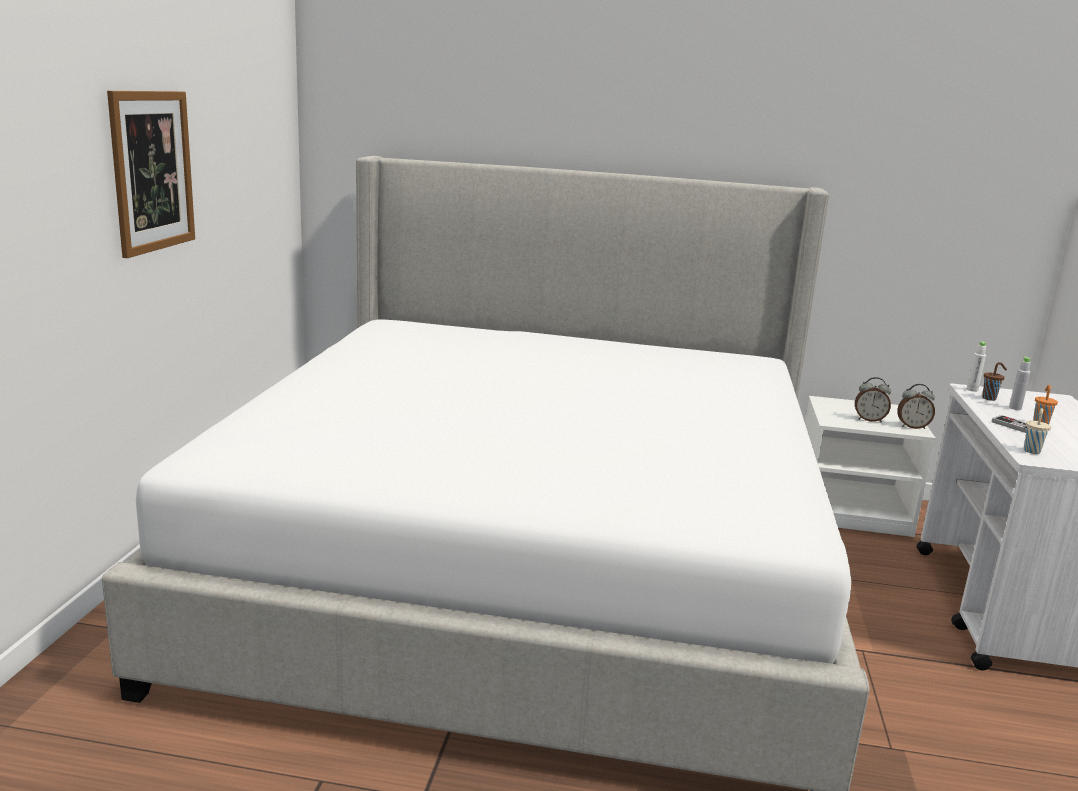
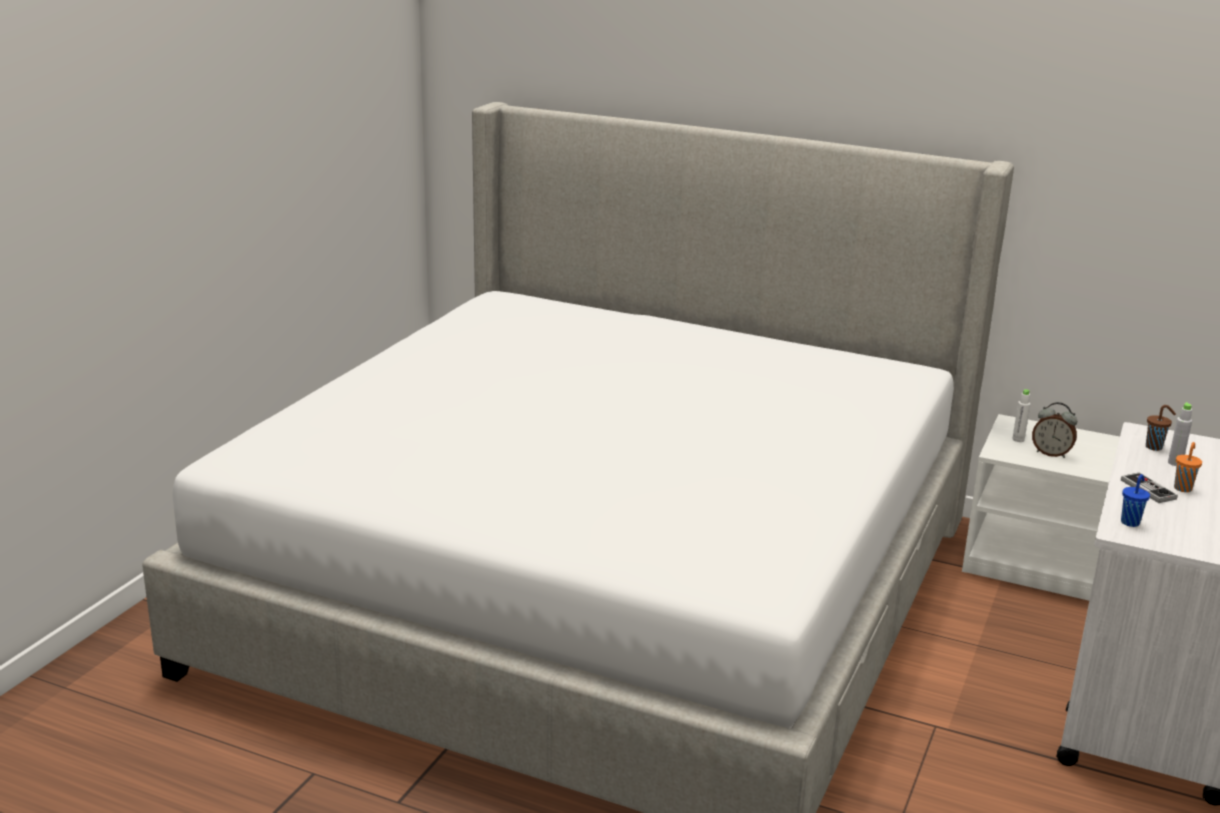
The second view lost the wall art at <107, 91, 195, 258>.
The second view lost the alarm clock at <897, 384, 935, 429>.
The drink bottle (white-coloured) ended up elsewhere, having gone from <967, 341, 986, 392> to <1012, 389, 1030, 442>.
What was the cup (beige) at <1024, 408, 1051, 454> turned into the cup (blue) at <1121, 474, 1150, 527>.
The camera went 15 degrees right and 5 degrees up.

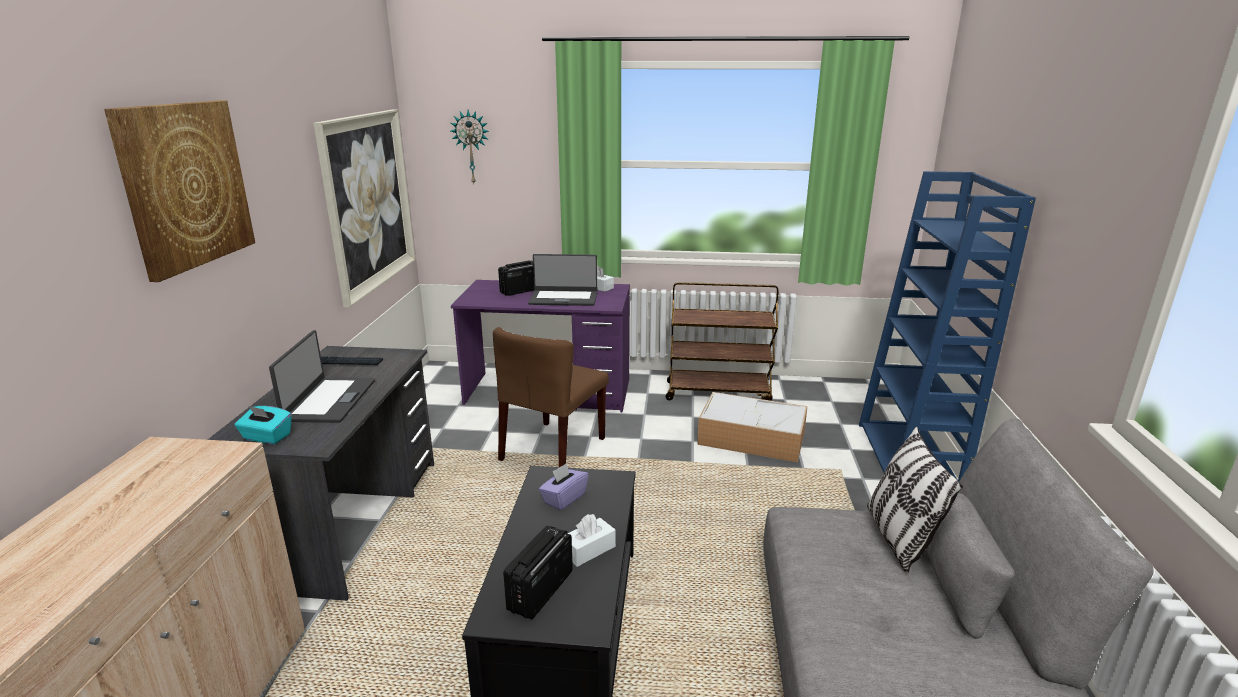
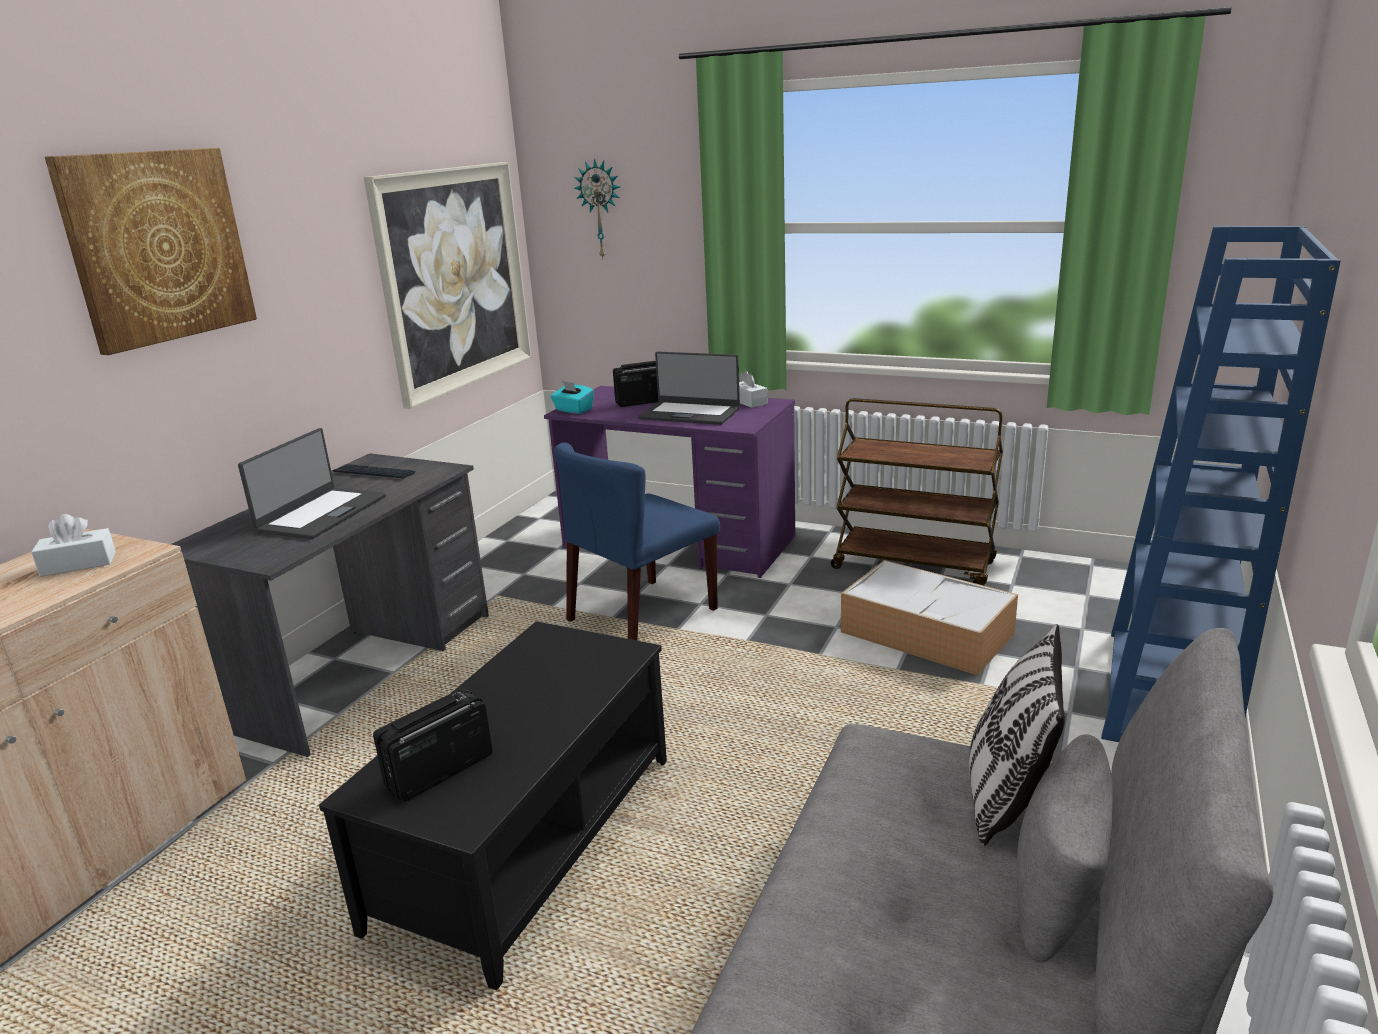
The box of tissues (turquoise-coloured) ended up elsewhere, having gone from <235, 406, 292, 444> to <551, 381, 594, 414>.
What was the chair (brown) at <493, 327, 609, 467> turned into the chair (blue) at <554, 442, 720, 640>.
The second view lost the box of tissues (purple) at <539, 463, 589, 510>.
The box of tissues (white-coloured) ended up elsewhere, having gone from <567, 514, 616, 567> to <31, 514, 116, 577>.
The camera went 20 degrees right and 0 degrees up.

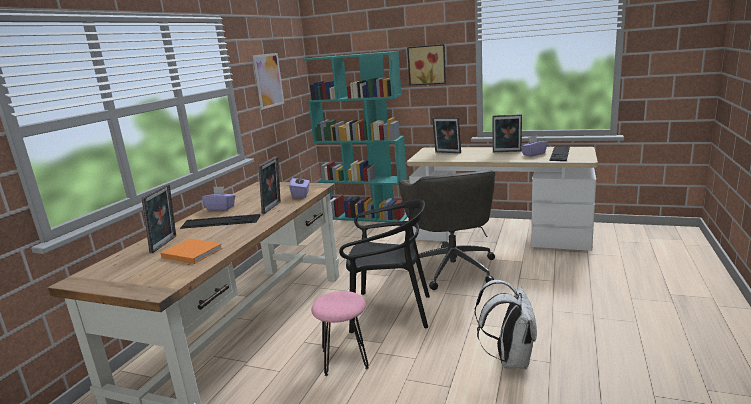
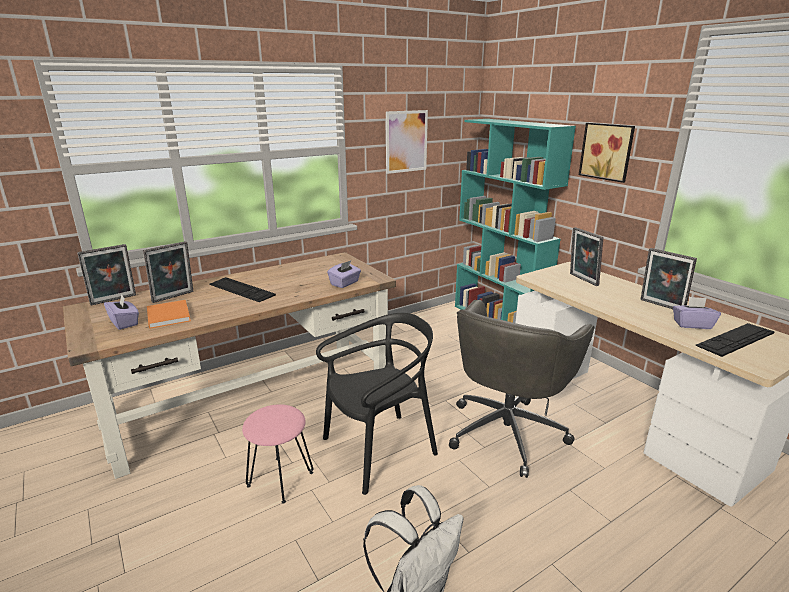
The box of tissues (purple) ended up elsewhere, having gone from <202, 186, 235, 211> to <104, 293, 139, 330>.
The picture frame ended up elsewhere, having gone from <258, 157, 281, 214> to <77, 244, 136, 305>.
The chair (black) at <339, 200, 430, 333> ended up facing another way, 75 degrees counterclockwise from before.
The camera went 35 degrees right and 5 degrees up.

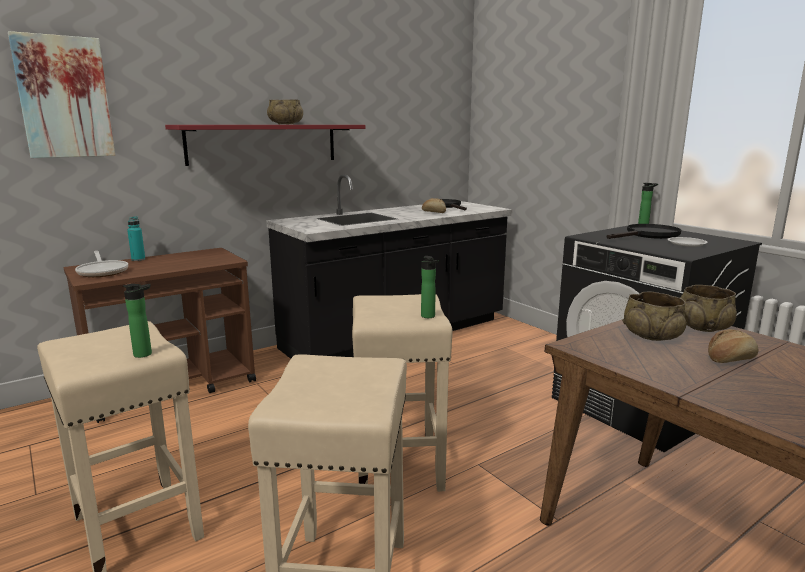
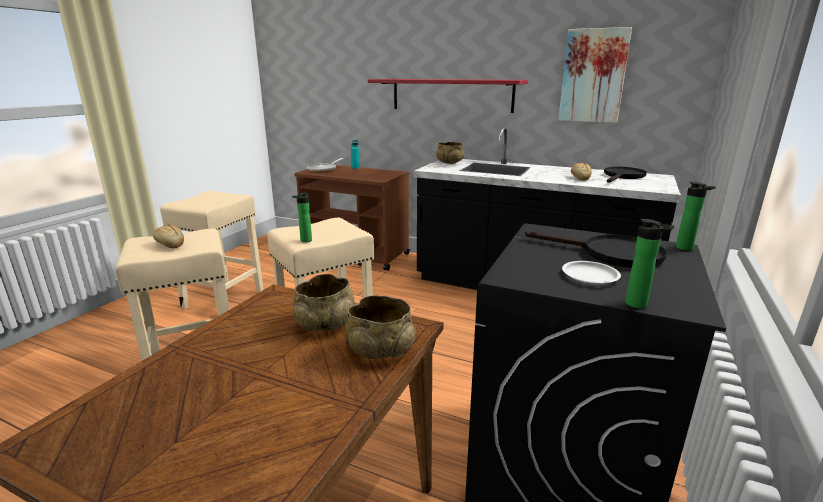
The wall art ended up elsewhere, having gone from <8, 31, 115, 158> to <558, 27, 632, 123>.
The drink bottle ended up elsewhere, having gone from <123, 284, 152, 358> to <625, 219, 674, 309>.
The serving bowl (beige) ended up elsewhere, having gone from <267, 99, 303, 124> to <436, 142, 464, 164>.
The bread ended up elsewhere, having gone from <708, 329, 759, 363> to <153, 224, 184, 249>.
The camera went 60 degrees right and 5 degrees up.

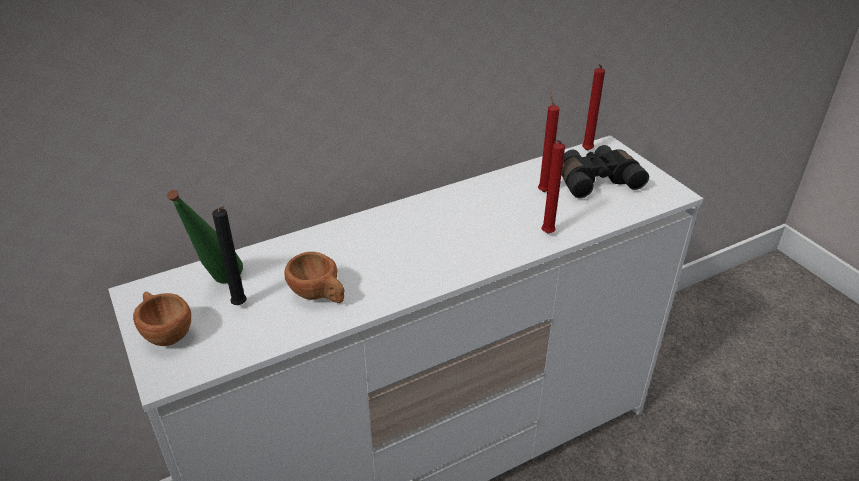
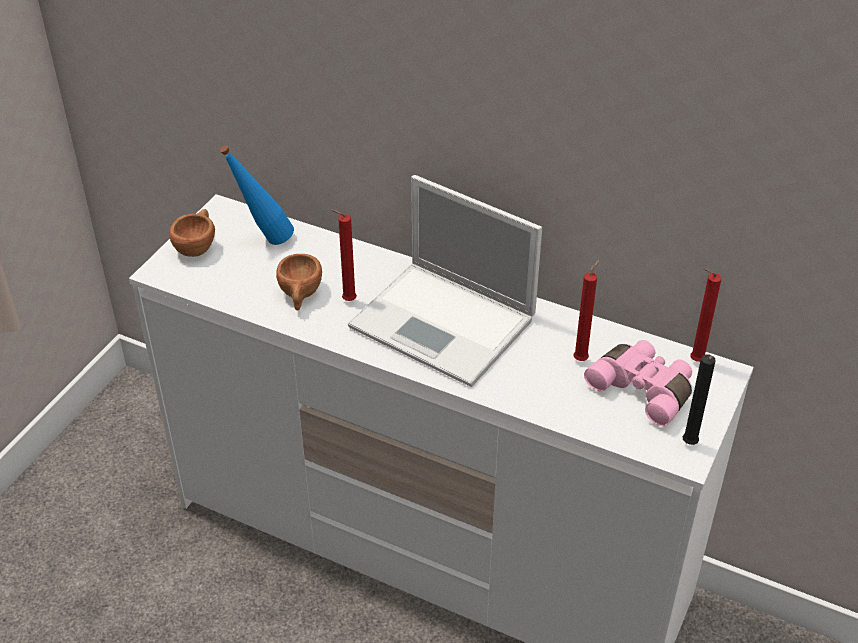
What was the drink bottle (greenish) at <167, 190, 243, 284> turned into the drink bottle (blue) at <220, 145, 294, 245>.
The wax candle (black) ended up elsewhere, having gone from <212, 206, 247, 305> to <683, 354, 716, 445>.
The wax candle (red) ended up elsewhere, having gone from <541, 140, 565, 233> to <331, 209, 357, 301>.
What was the pair of binoculars (black) at <561, 145, 649, 198> turned into the pair of binoculars (pink-coloured) at <584, 340, 692, 427>.
The second view gained the notebook computer at <348, 175, 542, 387>.
The camera went 55 degrees right and 5 degrees up.

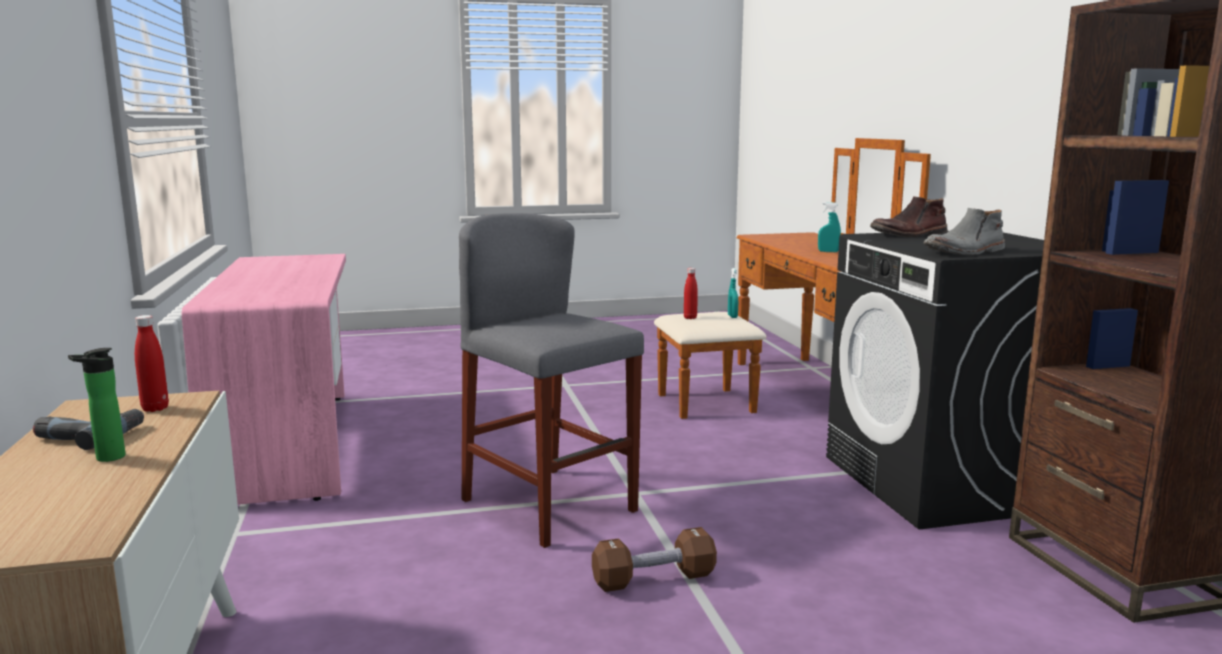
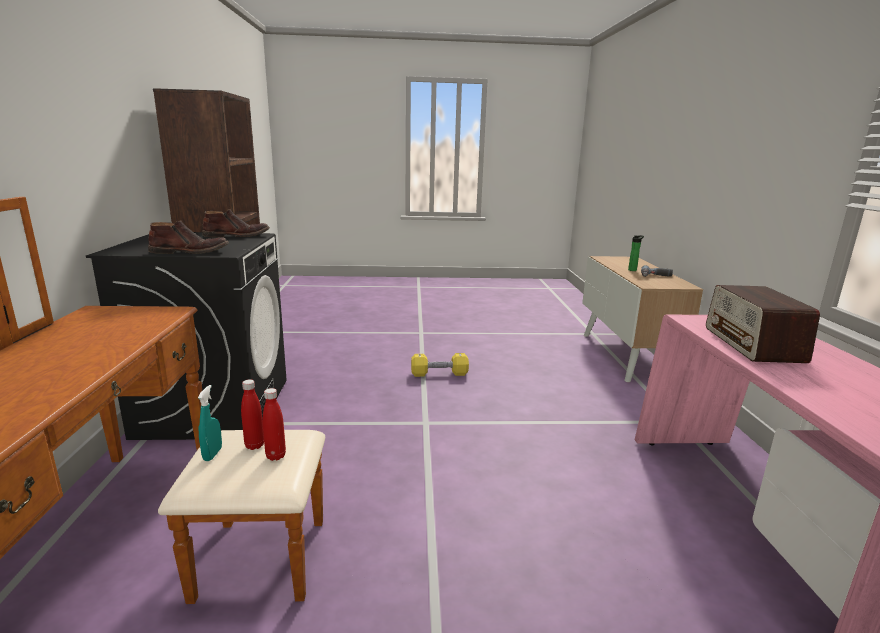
The drink bottle (red) ended up elsewhere, having gone from <135, 315, 169, 412> to <241, 379, 264, 450>.
The second view lost the stool seat (greyish) at <459, 213, 644, 548>.
What was the dumbbell (brown) at <592, 527, 717, 592> turned into the dumbbell (yellow-coloured) at <411, 353, 469, 377>.
The second view lost the hand sprayer (turquoise-coloured) at <818, 202, 841, 252>.
What was the tall boot (greyish) at <924, 208, 1005, 255> turned into the tall boot (brown) at <202, 209, 270, 238>.
The second view gained the radio at <706, 285, 820, 363>.
The camera went 170 degrees left and 5 degrees up.

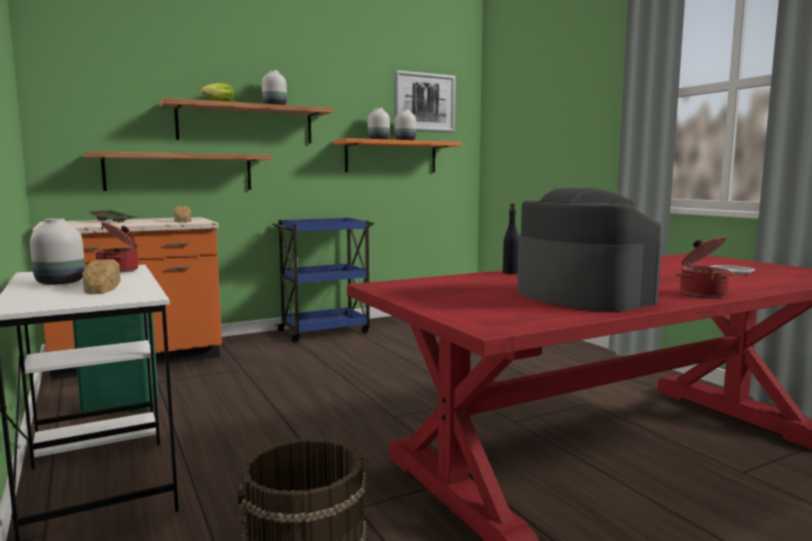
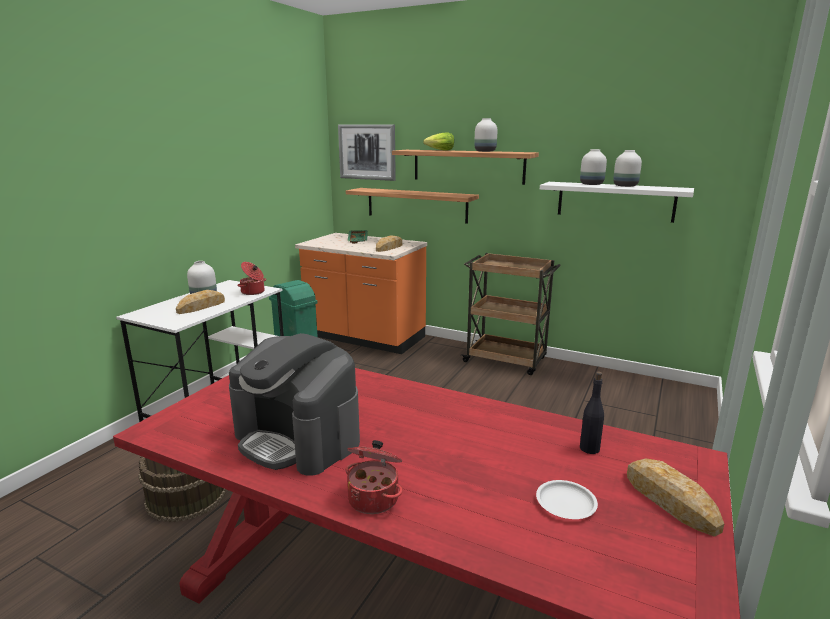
What was the trolley (blue) at <272, 218, 374, 343> turned into the trolley (brown) at <461, 253, 561, 375>.
What was the wall shelf (orange-coloured) at <334, 138, 461, 173> turned into the wall shelf (white-coloured) at <540, 182, 694, 223>.
The wall art ended up elsewhere, having gone from <394, 70, 455, 133> to <338, 124, 396, 181>.
The drink bottle (black) ended up elsewhere, having gone from <503, 203, 519, 274> to <580, 371, 604, 454>.
The coffee machine at <517, 188, 662, 311> ended up facing another way, 105 degrees clockwise from before.
The second view gained the bread at <627, 458, 724, 537>.
The camera went 55 degrees right and 10 degrees up.

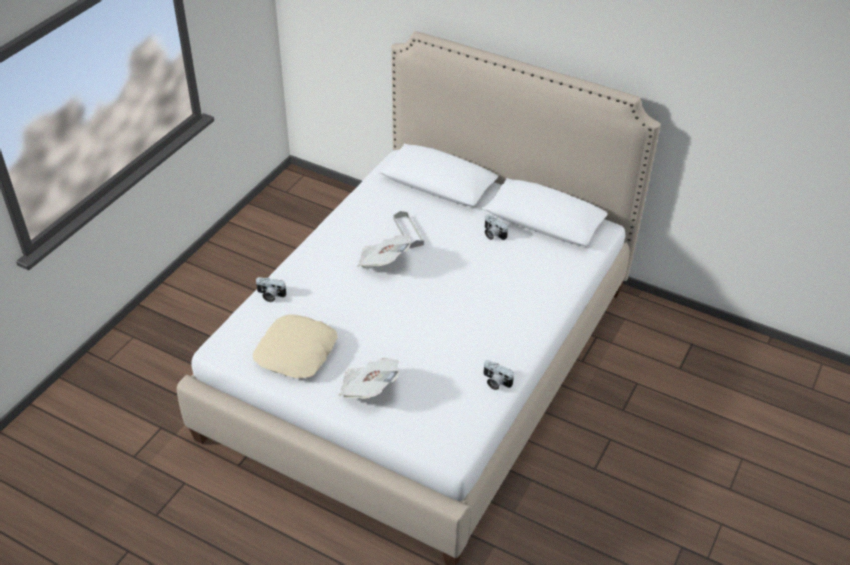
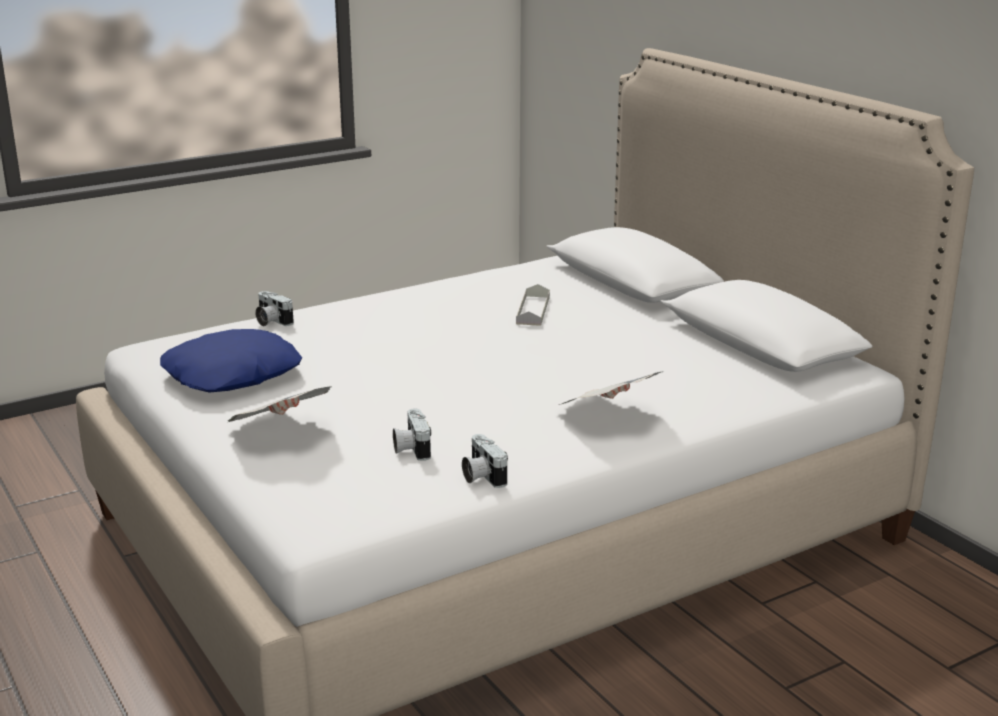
What was the throw pillow (beige) at <253, 314, 338, 378> turned into the throw pillow (blue) at <160, 329, 302, 392>.
The printed paper ended up elsewhere, having gone from <357, 235, 411, 267> to <559, 372, 661, 405>.
The photo camera ended up elsewhere, having gone from <485, 215, 508, 240> to <393, 408, 431, 461>.
The camera went 30 degrees right and 20 degrees down.

